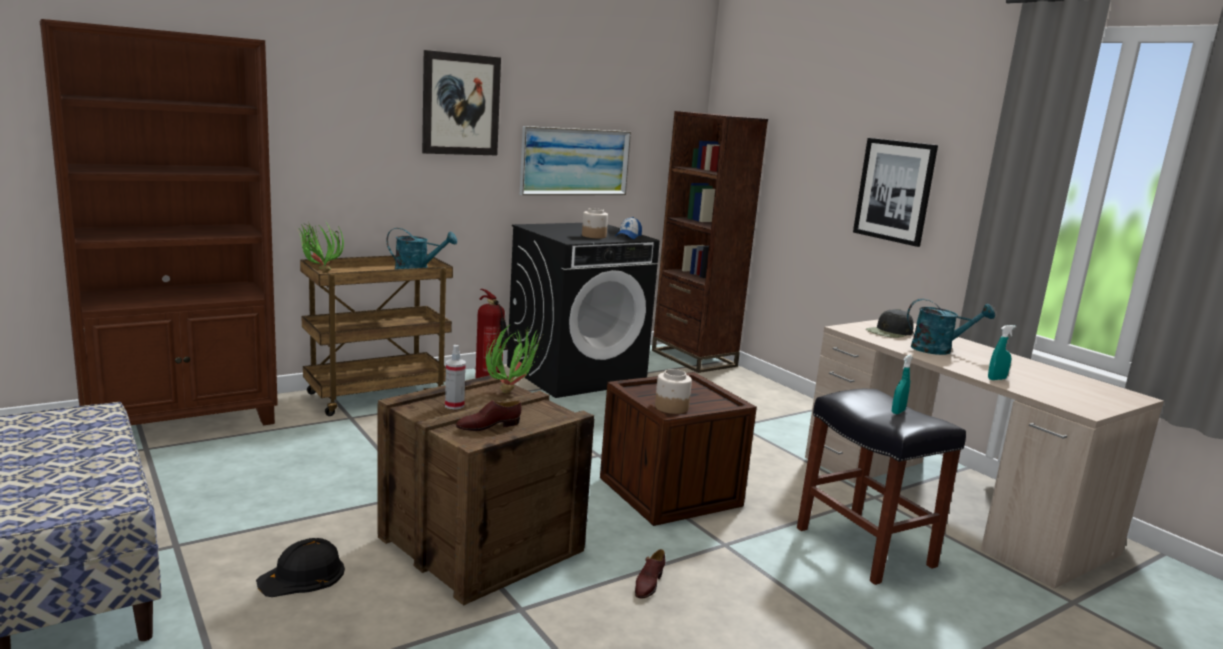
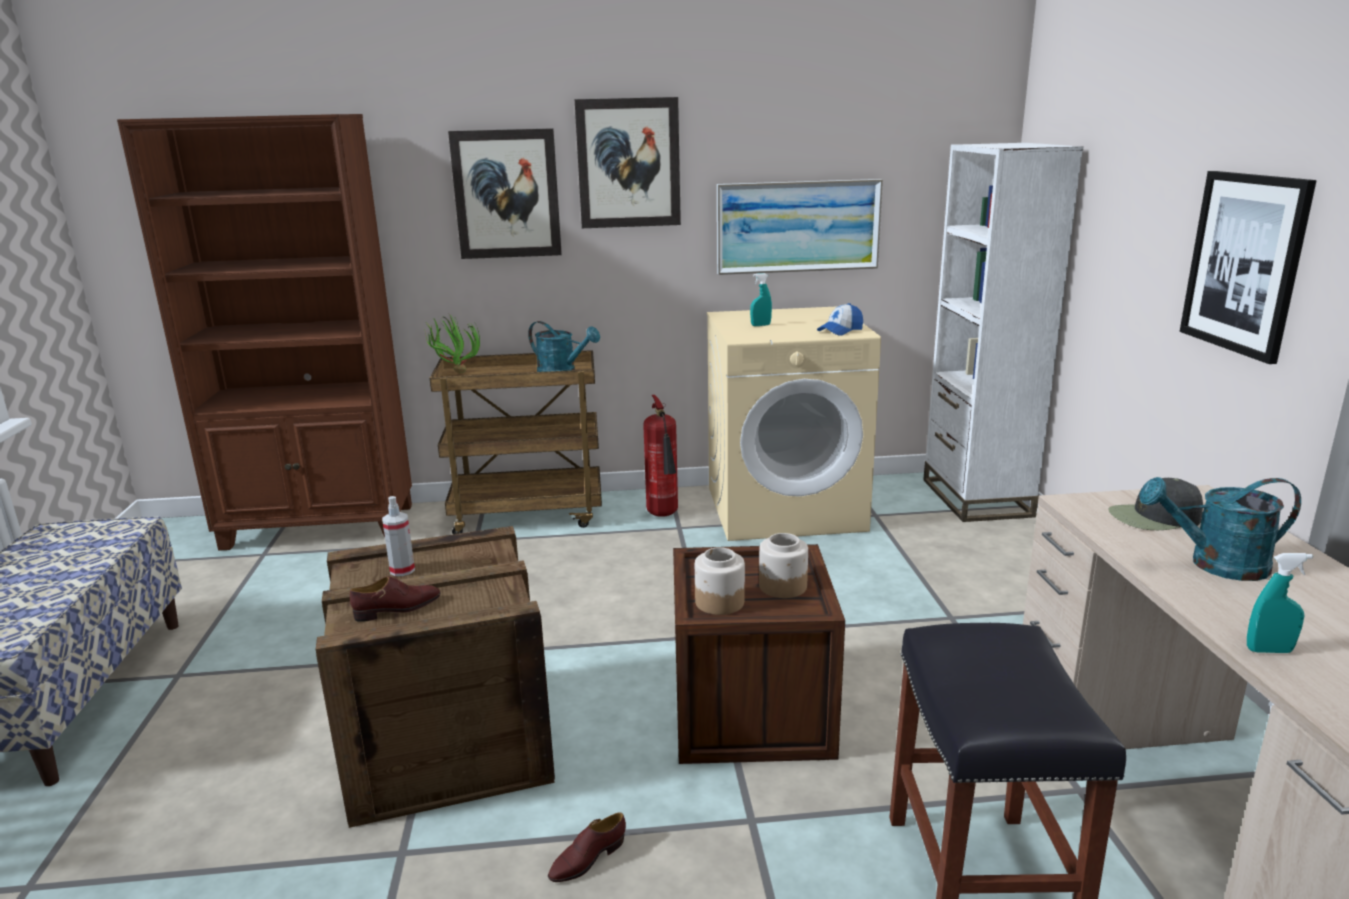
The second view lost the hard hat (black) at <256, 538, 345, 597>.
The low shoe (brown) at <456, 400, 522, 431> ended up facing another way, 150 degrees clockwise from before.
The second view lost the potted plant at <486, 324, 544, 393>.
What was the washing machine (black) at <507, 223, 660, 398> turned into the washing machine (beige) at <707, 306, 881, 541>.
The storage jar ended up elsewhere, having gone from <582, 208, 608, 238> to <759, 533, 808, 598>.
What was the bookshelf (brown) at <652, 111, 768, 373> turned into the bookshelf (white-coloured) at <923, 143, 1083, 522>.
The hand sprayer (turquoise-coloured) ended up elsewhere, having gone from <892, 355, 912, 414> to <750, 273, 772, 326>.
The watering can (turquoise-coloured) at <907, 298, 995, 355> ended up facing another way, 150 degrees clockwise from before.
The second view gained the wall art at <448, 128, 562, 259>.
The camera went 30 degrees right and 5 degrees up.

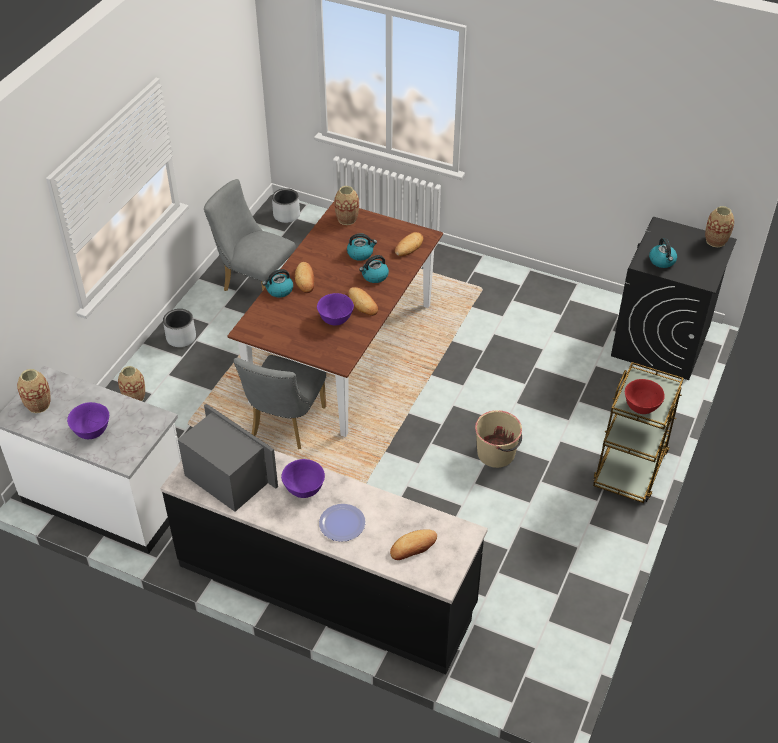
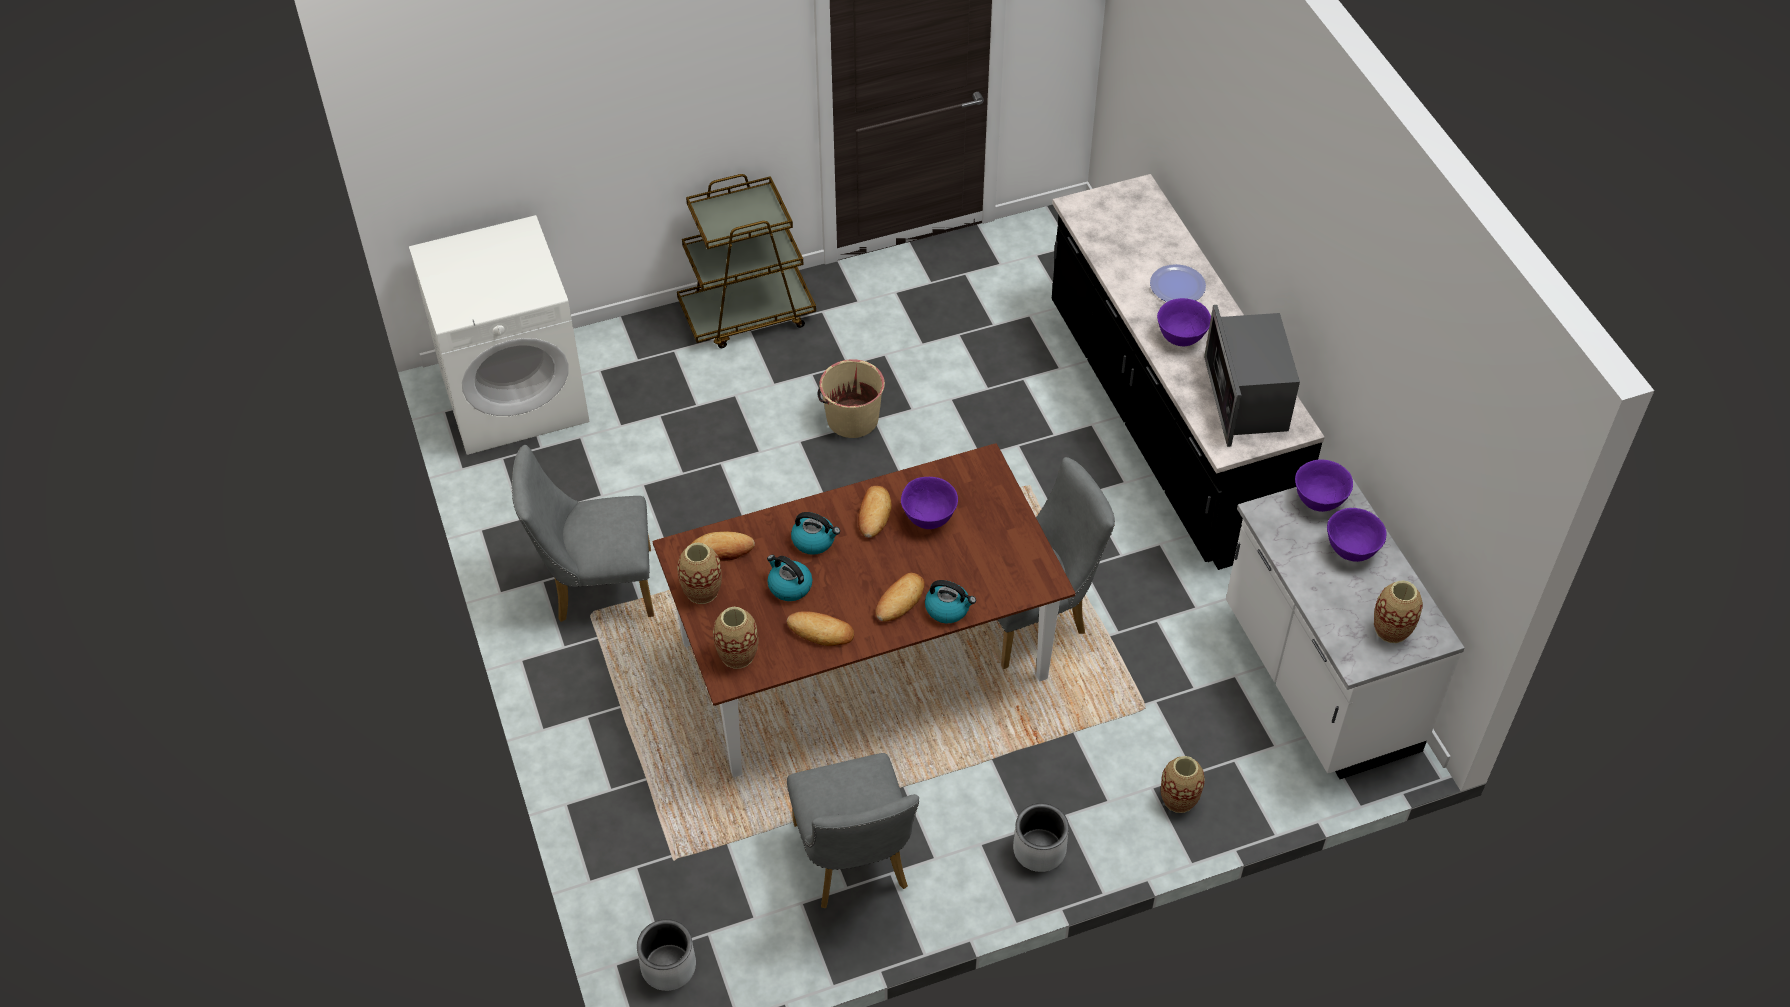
The bread ended up elsewhere, having gone from <390, 529, 437, 560> to <787, 611, 854, 646>.
What was the washing machine (black) at <611, 217, 737, 380> turned into the washing machine (white-coloured) at <409, 215, 590, 455>.
The second view lost the serving bowl (red) at <625, 379, 665, 414>.
The second view lost the kettle at <649, 238, 677, 268>.
The decorative vase ended up elsewhere, having gone from <705, 206, 734, 247> to <677, 542, 722, 604>.
The second view gained the chair (greyish) at <512, 445, 654, 622>.
The second view gained the serving bowl (purple) at <1295, 459, 1353, 512>.
The camera went 135 degrees left and 5 degrees up.

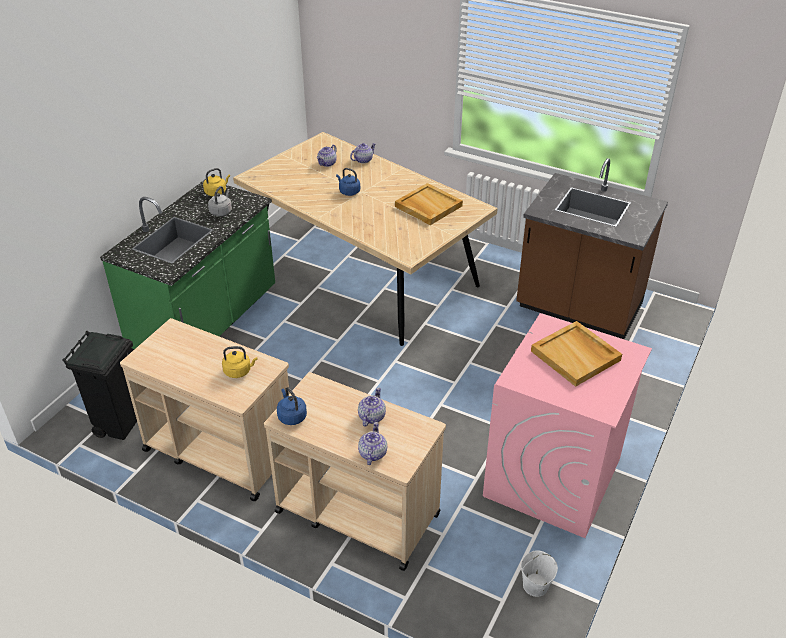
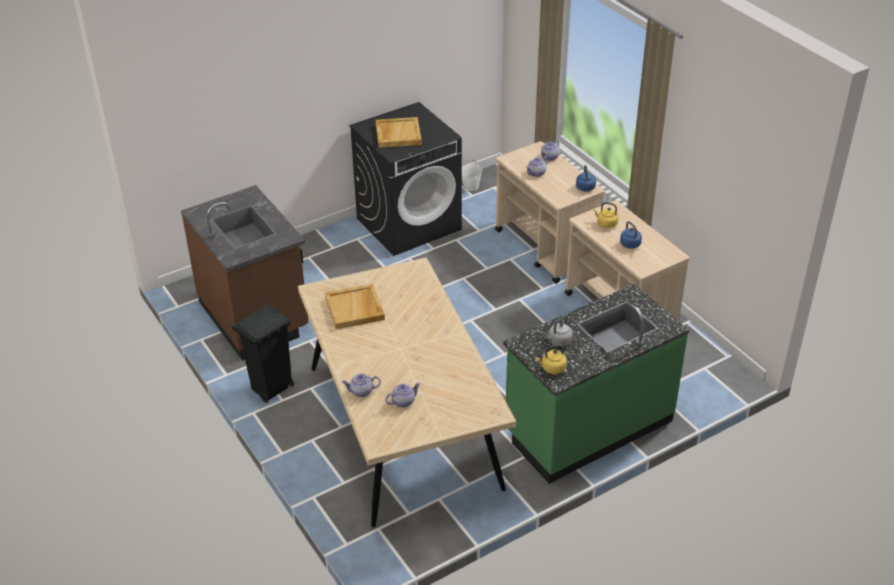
The waste bin (black) ended up elsewhere, having gone from <63, 331, 137, 440> to <232, 305, 294, 403>.
The kettle (blue) ended up elsewhere, having gone from <336, 168, 360, 196> to <620, 221, 642, 249>.
What was the washing machine (pink-coloured) at <483, 313, 652, 538> turned into the washing machine (black) at <349, 102, 462, 256>.
The camera went 150 degrees left and 0 degrees up.

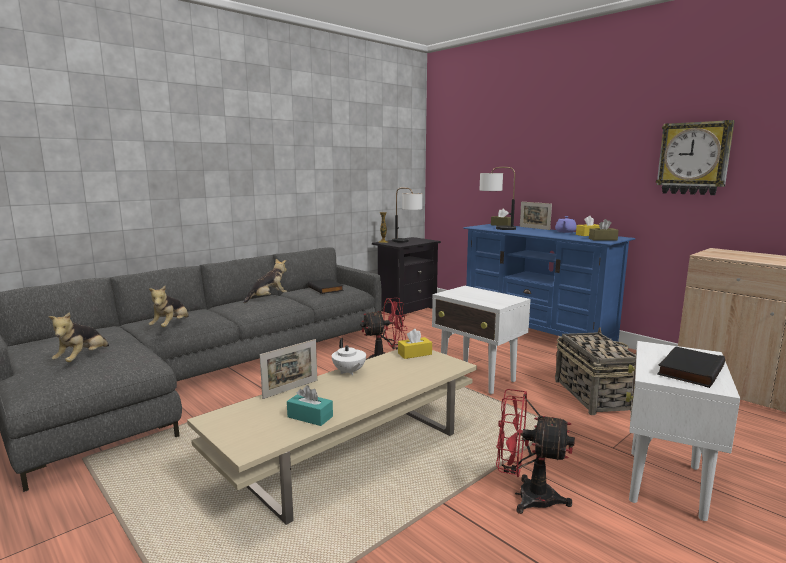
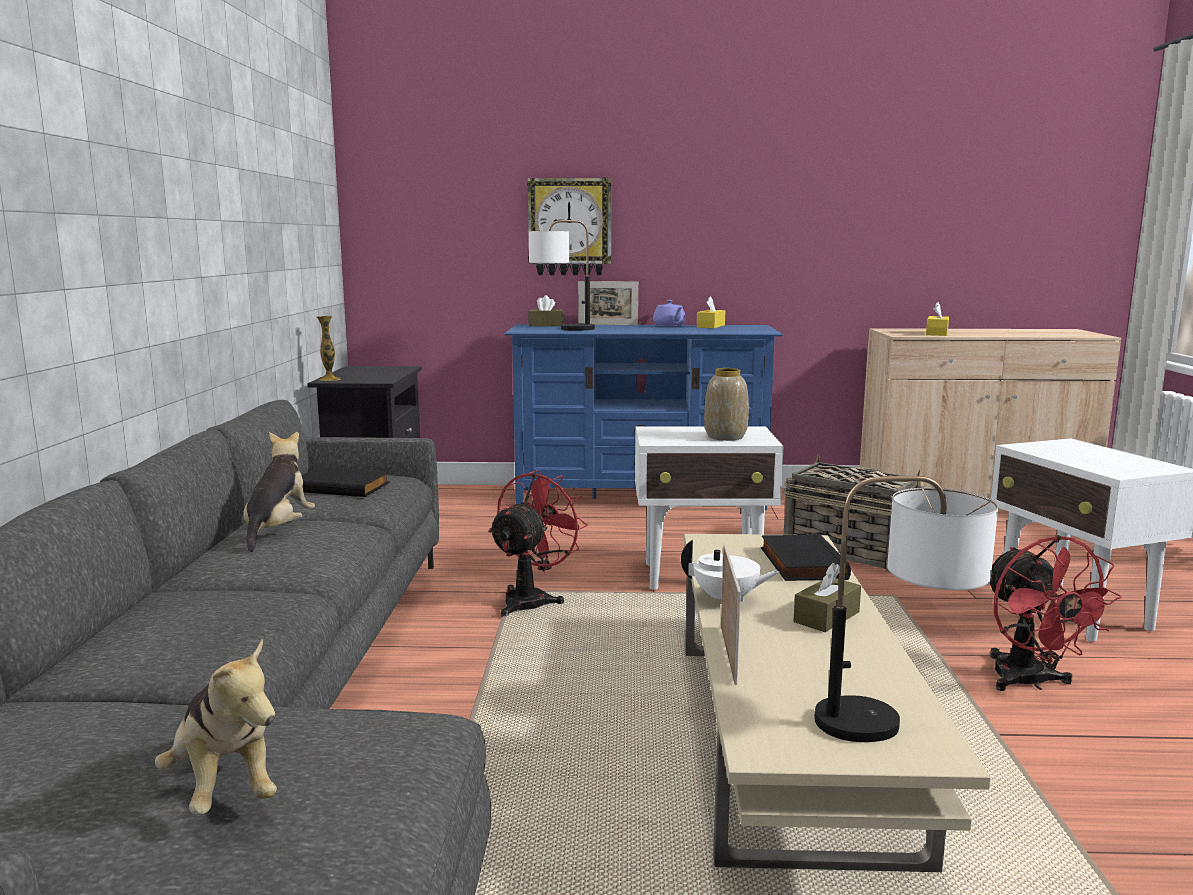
The second view lost the cuddly toy at <149, 286, 189, 327>.
The second view lost the box of tissues (turquoise-coloured) at <287, 385, 333, 426>.
The table lamp ended up elsewhere, having gone from <392, 188, 423, 243> to <814, 476, 998, 742>.
The box of tissues (yellow-coloured) ended up elsewhere, having gone from <398, 329, 432, 359> to <926, 302, 949, 336>.
The electric fan (red) at <496, 389, 575, 514> ended up facing another way, 75 degrees counterclockwise from before.
The box of tissues (brown) ended up elsewhere, having gone from <589, 219, 619, 241> to <794, 563, 861, 632>.
The hanging clock ended up elsewhere, having gone from <656, 120, 735, 195> to <527, 178, 611, 275>.
The volume (black) ended up elsewhere, having gone from <657, 346, 725, 388> to <761, 534, 851, 581>.
The second view gained the decorative vase at <704, 368, 749, 441>.
The camera went 45 degrees left and 0 degrees up.

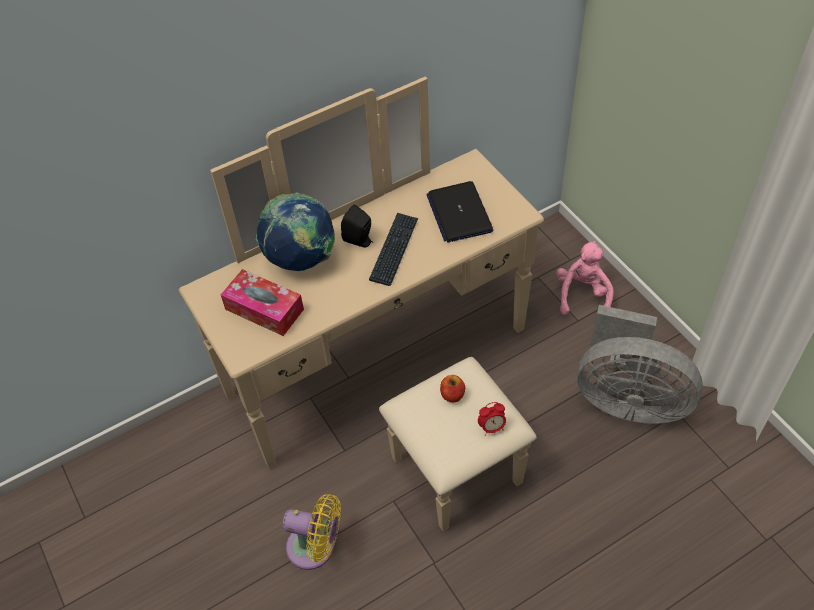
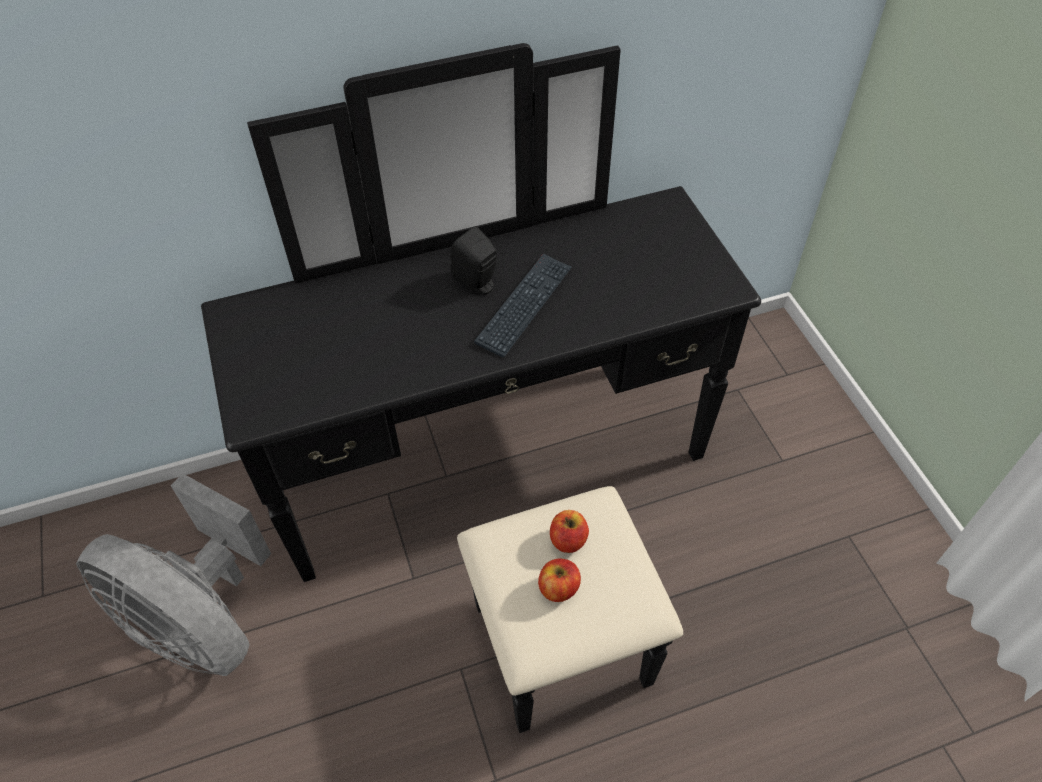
What was the chest of drawers (beige) at <179, 76, 544, 531> turned into the chest of drawers (black) at <201, 43, 761, 733>.
The second view lost the box of tissues at <221, 269, 304, 336>.
The second view lost the desk globe at <256, 192, 335, 271>.
The second view lost the electric fan (yellow-coloured) at <282, 494, 341, 570>.
The second view lost the notebook computer at <426, 181, 493, 242>.
The second view lost the alarm clock at <478, 402, 506, 436>.
The second view lost the cuddly toy (pink-coloured) at <556, 241, 614, 315>.
The electric fan (greyish) ended up elsewhere, having gone from <577, 305, 703, 424> to <76, 473, 271, 676>.
The second view gained the whole apple at <538, 559, 581, 602>.
The camera went 10 degrees right and 0 degrees up.

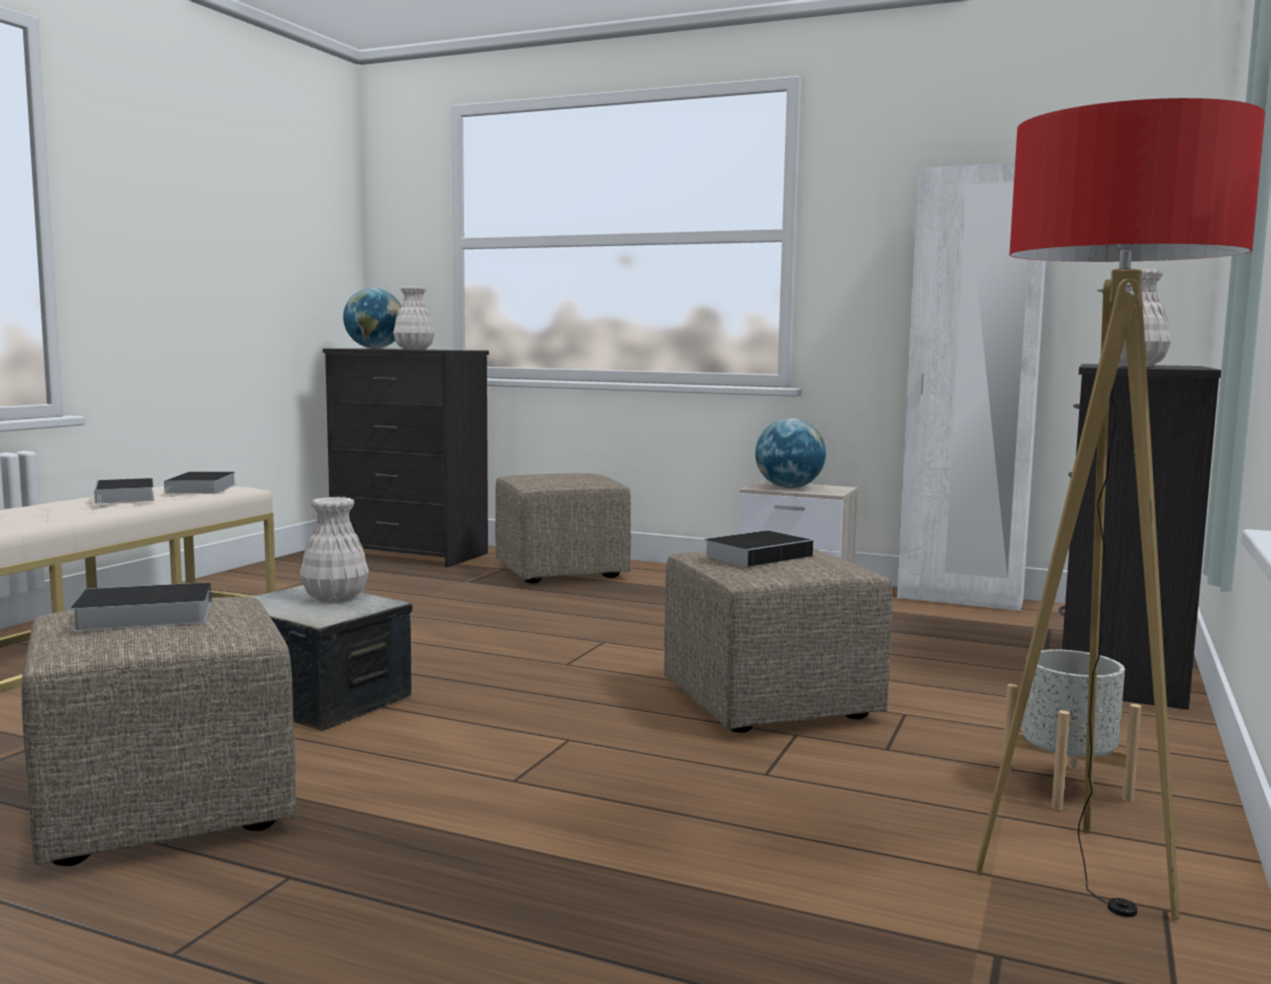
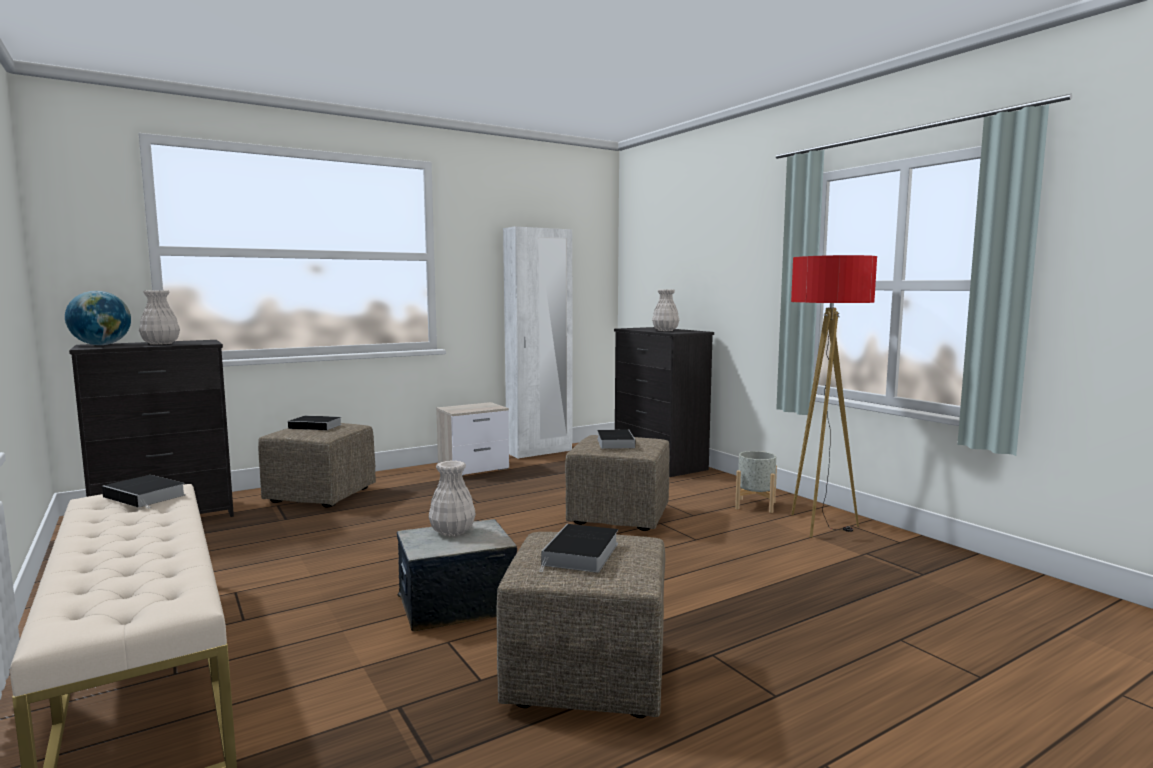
The volume ended up elsewhere, having gone from <94, 478, 154, 505> to <288, 416, 342, 430>.
The second view lost the desk globe at <755, 418, 826, 488>.
The camera went 55 degrees left and 0 degrees up.

